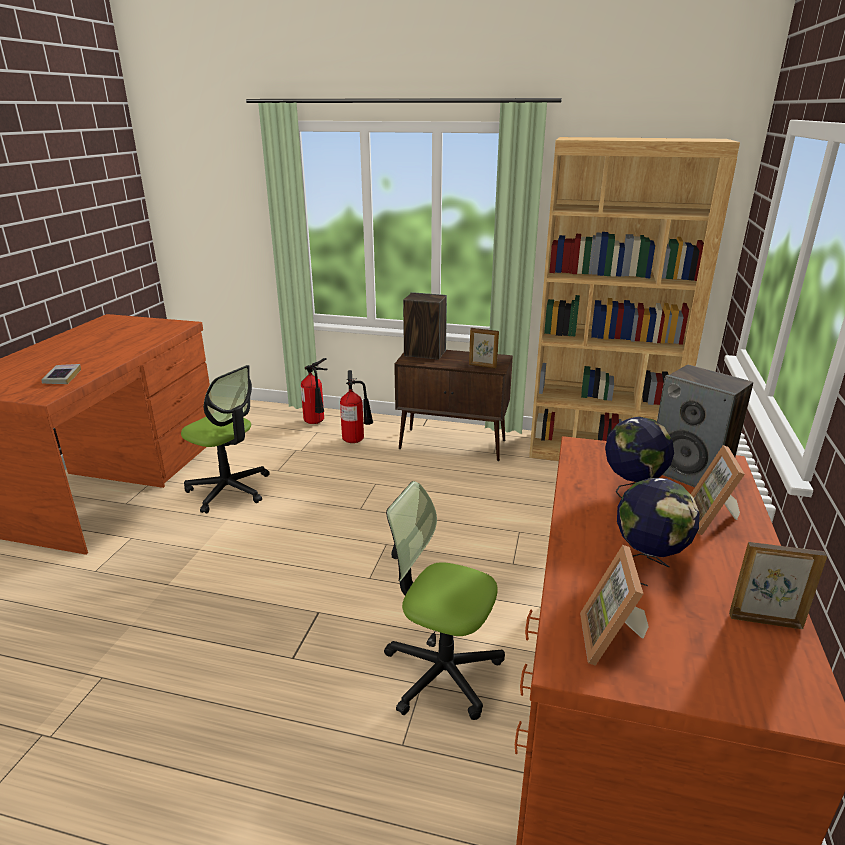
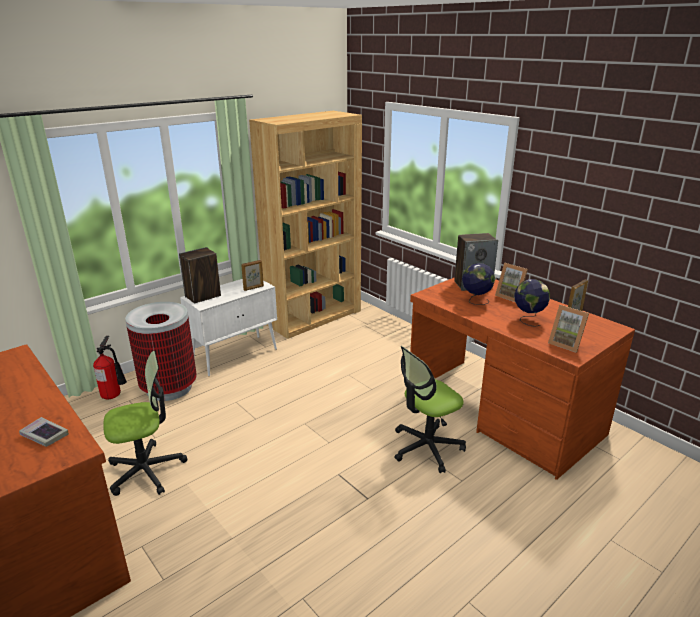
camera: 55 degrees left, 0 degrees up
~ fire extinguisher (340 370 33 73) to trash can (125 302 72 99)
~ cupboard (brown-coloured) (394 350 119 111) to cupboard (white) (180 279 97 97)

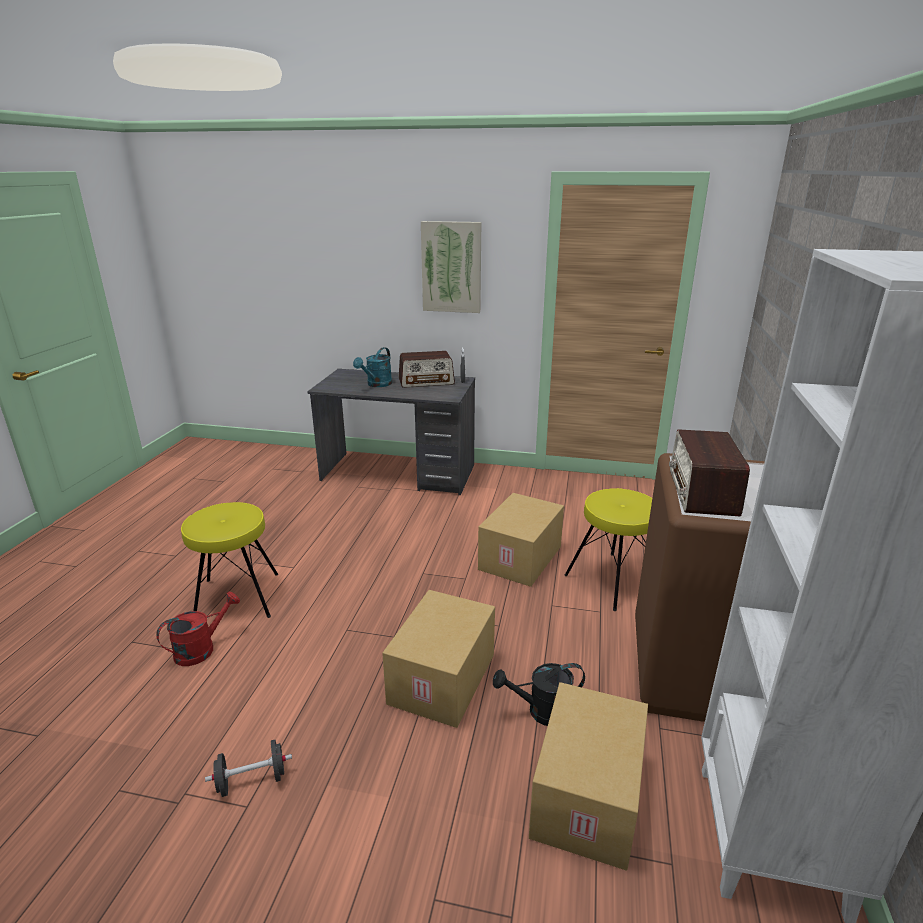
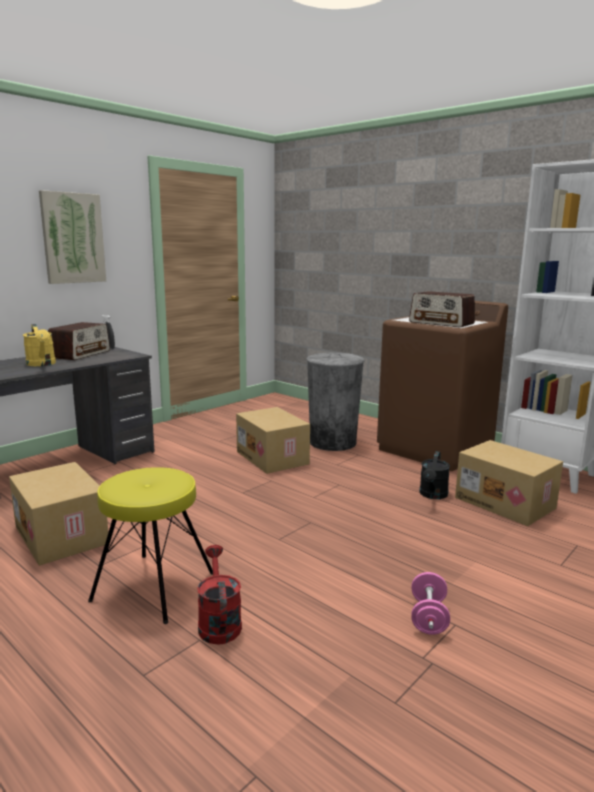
camera: 60 degrees left, 10 degrees down
~ free weight (black) (205 740 87 57) to free weight (pink-coloured) (411 572 39 63)
~ watering can (turquoise-coloured) (353 347 39 40) to watering can (yellowish) (23 324 33 42)
~ packing box (382 590 113 138) to (9 462 99 104)
~ stool seat (yellowish) (565 488 87 123) to trash can (gray) (306 352 59 99)

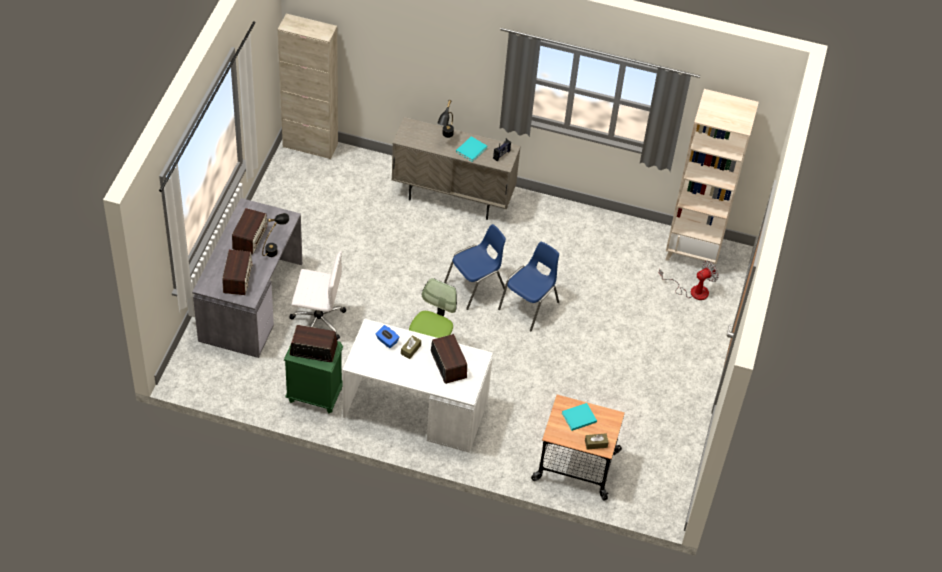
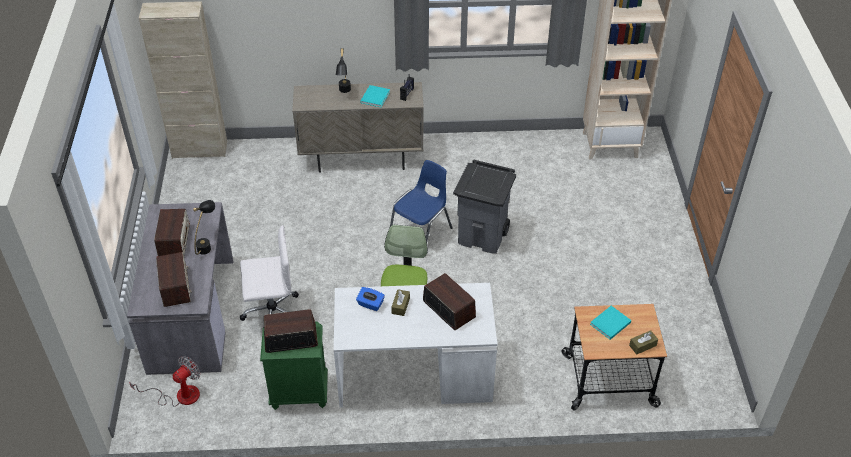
camera: 15 degrees left, 5 degrees down
~ chair (blue) (498 241 61 90) to trash can (gray) (453 159 63 95)
~ fan (659 261 60 39) to (129 356 71 51)

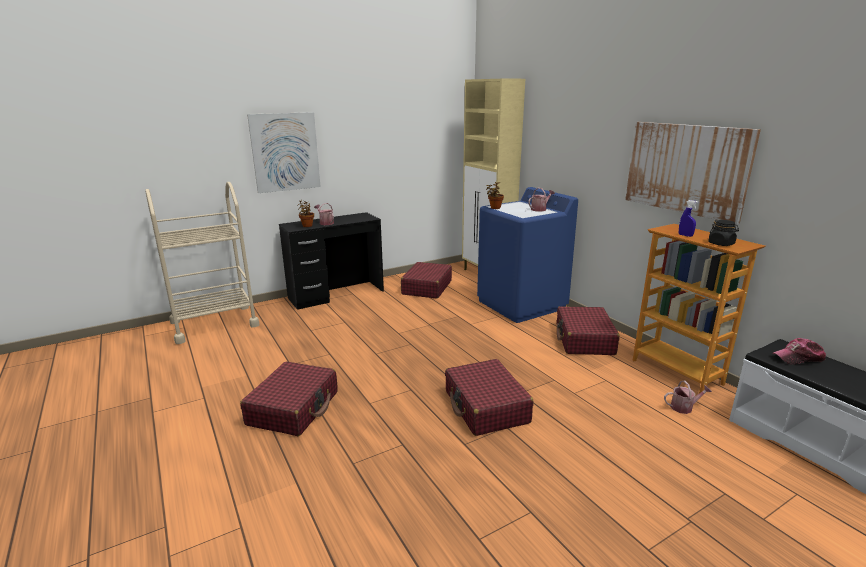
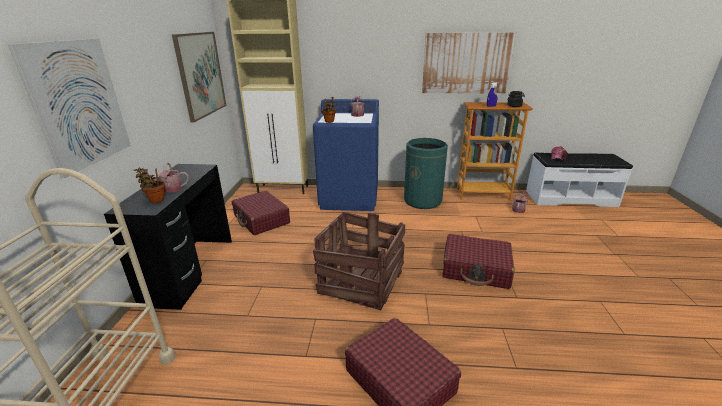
camera: 55 degrees left, 5 degrees up
~ travel case (red) (557 306 63 49) to trash can (green) (404 138 44 71)
+ picture (172 32 55 91)
+ packing crate (313 212 92 98)

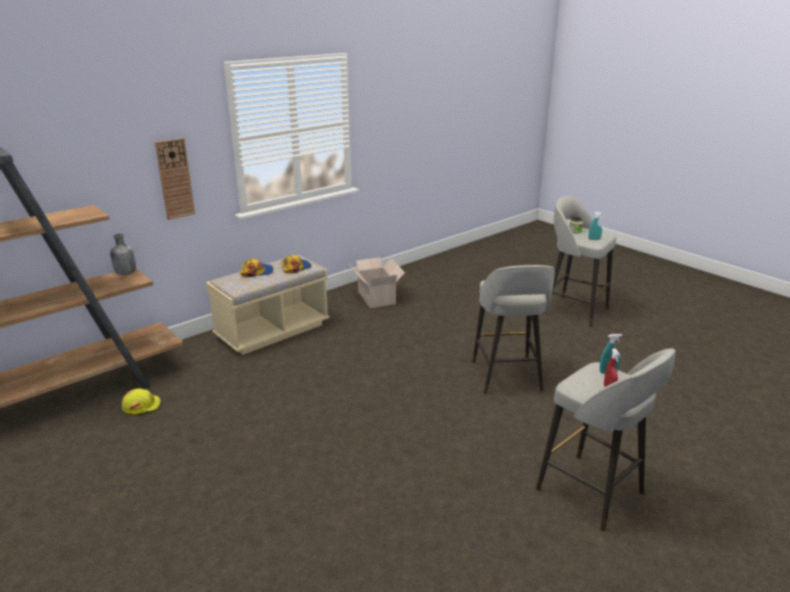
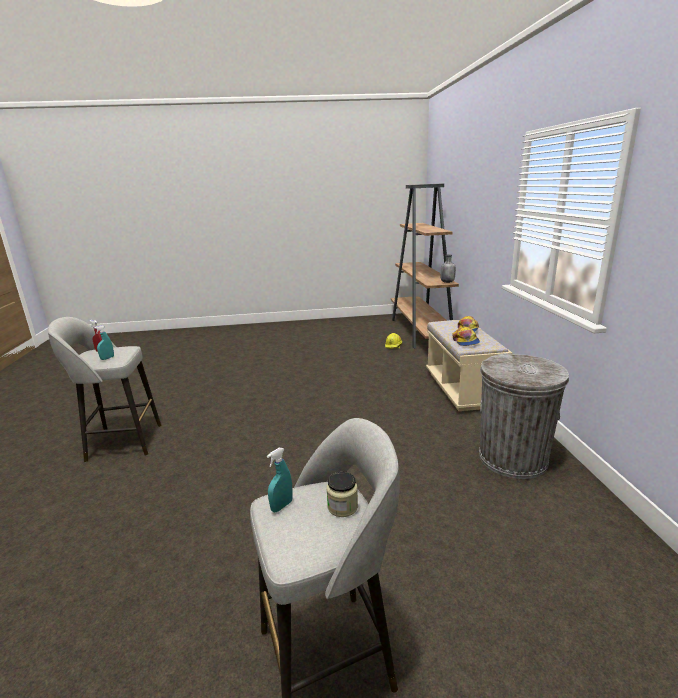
camera: 125 degrees right, 5 degrees down
- hanging clock (155 138 40 82)
~ packing box (350 257 55 51) to trash can (gray) (479 353 90 126)
- stool seat (gray) (472 265 83 129)

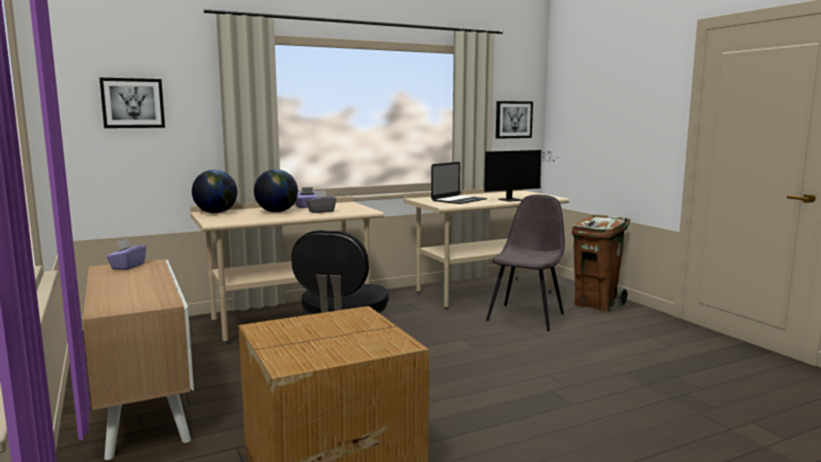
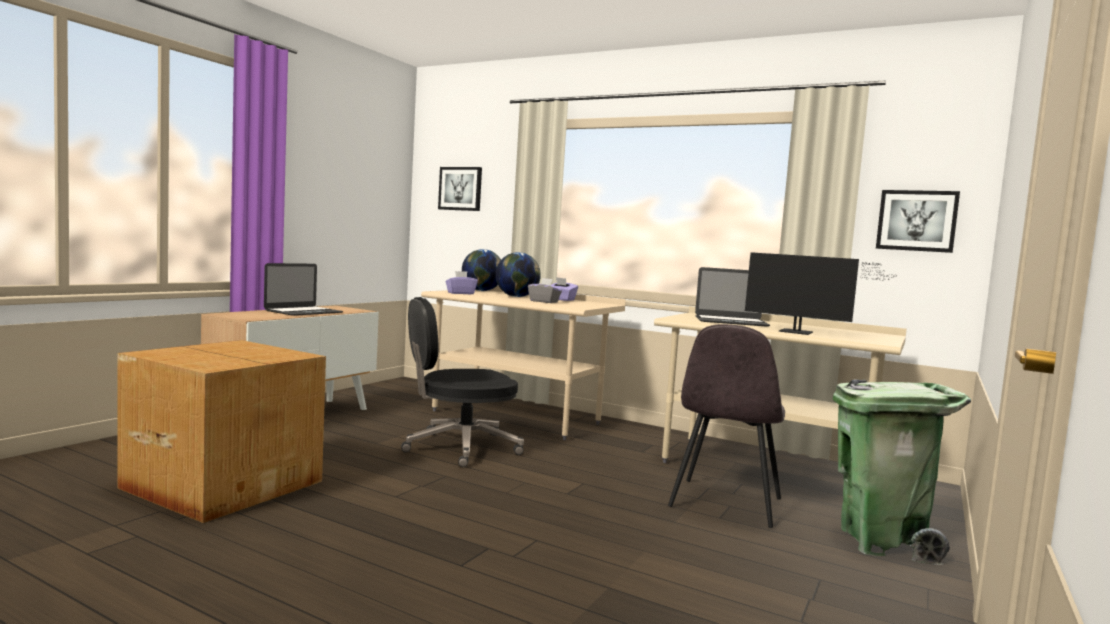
camera: 55 degrees right, 5 degrees down
~ tissue holder (purple) (107 238 39 32) to (446 271 32 23)
~ chair (gray) (486 195 79 136) = (668 324 117 204) 120 degrees clockwise
~ trash can (brown-coloured) (572 215 58 97) to trash can (green) (833 379 138 186)
+ portable computer (264 263 79 53)

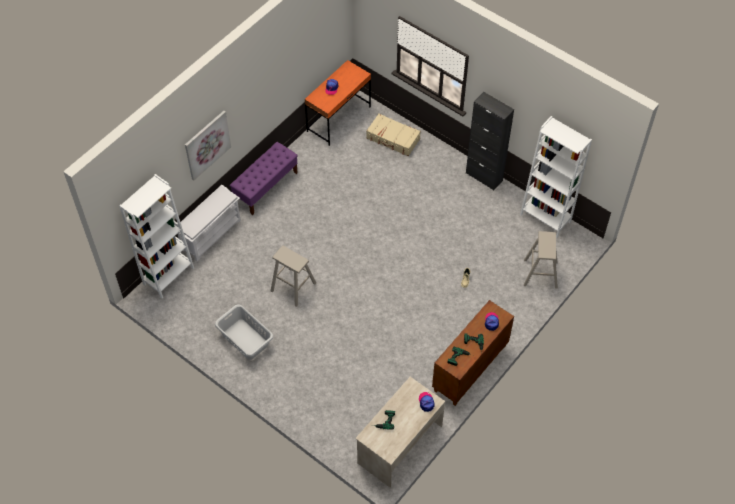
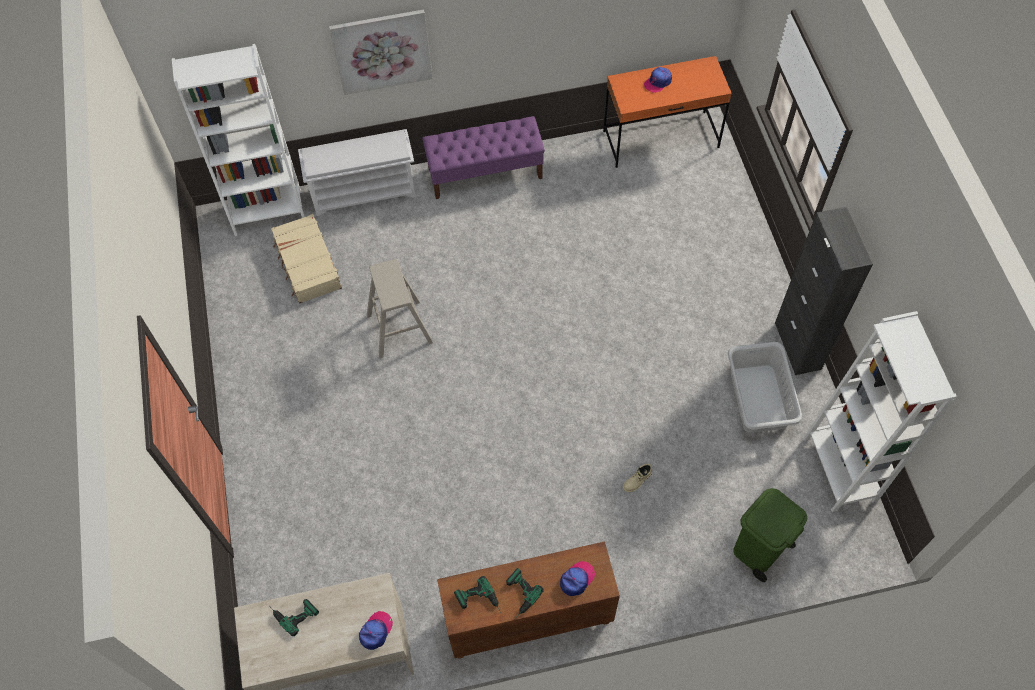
camera: 40 degrees right, 5 degrees up
~ hamper (gray) (215 304 59 56) to (728 342 74 91)
~ travel case (beige) (366 113 55 43) to (271 214 71 89)
~ stool seat (beige) (524 231 34 58) to trash can (green) (733 488 74 94)

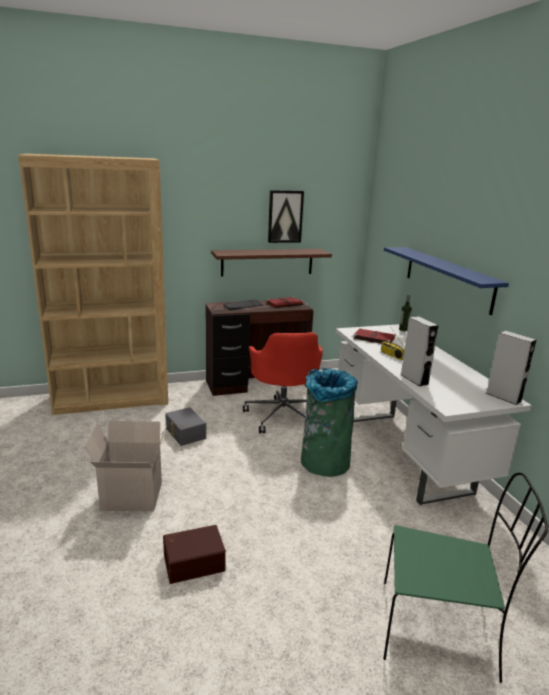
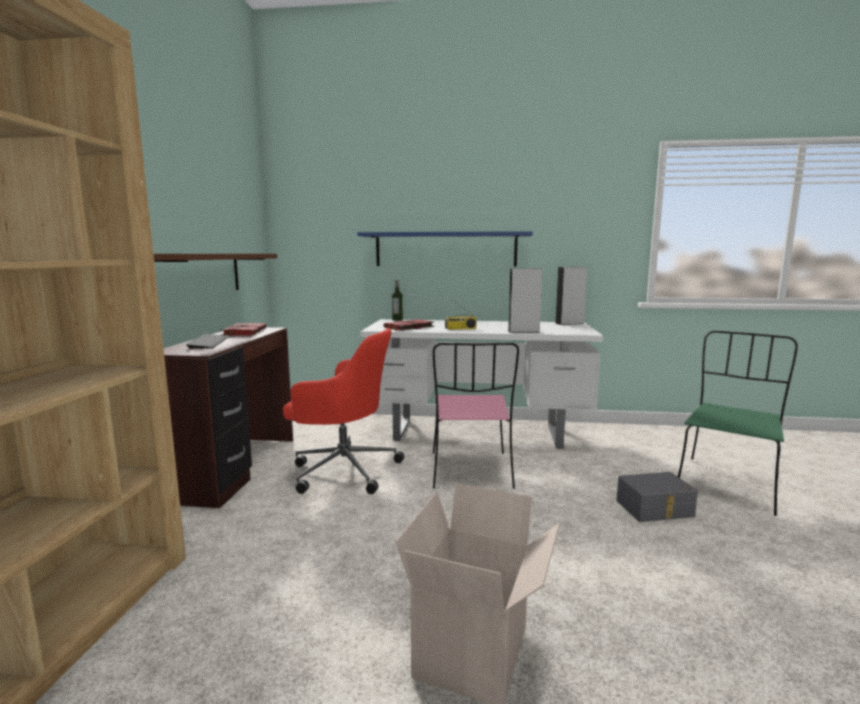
camera: 65 degrees left, 10 degrees down
- storage box (brown-coloured) (163 525 63 59)
~ storage box (gray) (165 407 41 39) to (616 472 82 50)
- picture (268 190 36 53)
~ trash can (green) (301 368 57 109) to chair (pink-coloured) (433 343 86 146)

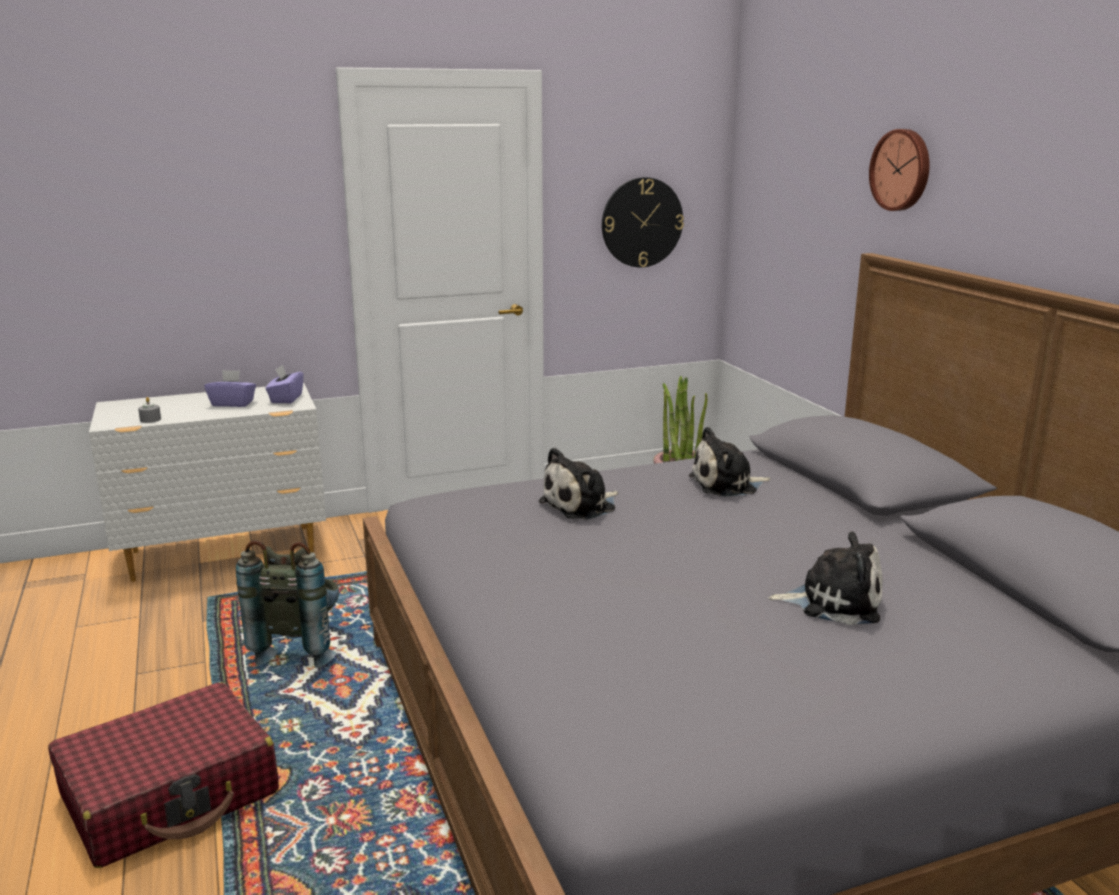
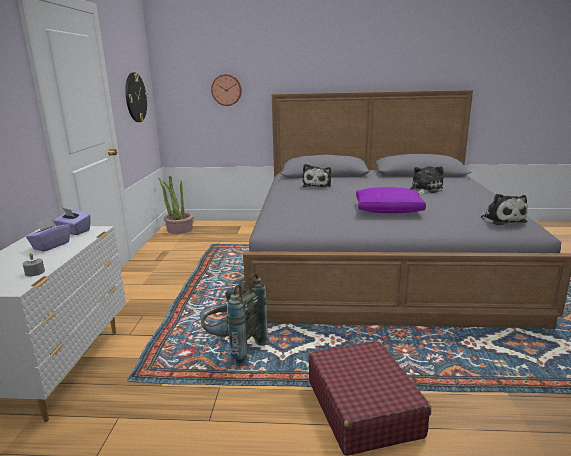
camera: 65 degrees left, 0 degrees up
~ plush toy (538 447 80 73) to (481 194 47 31)
~ hanging clock (869 129 61 82) to (211 74 31 32)
+ throw pillow (purple) (356 187 70 26)

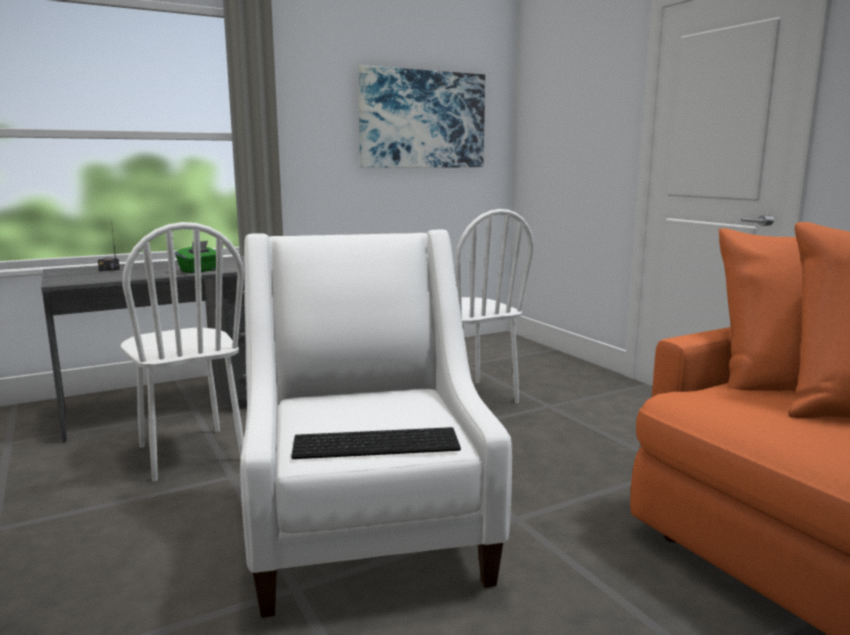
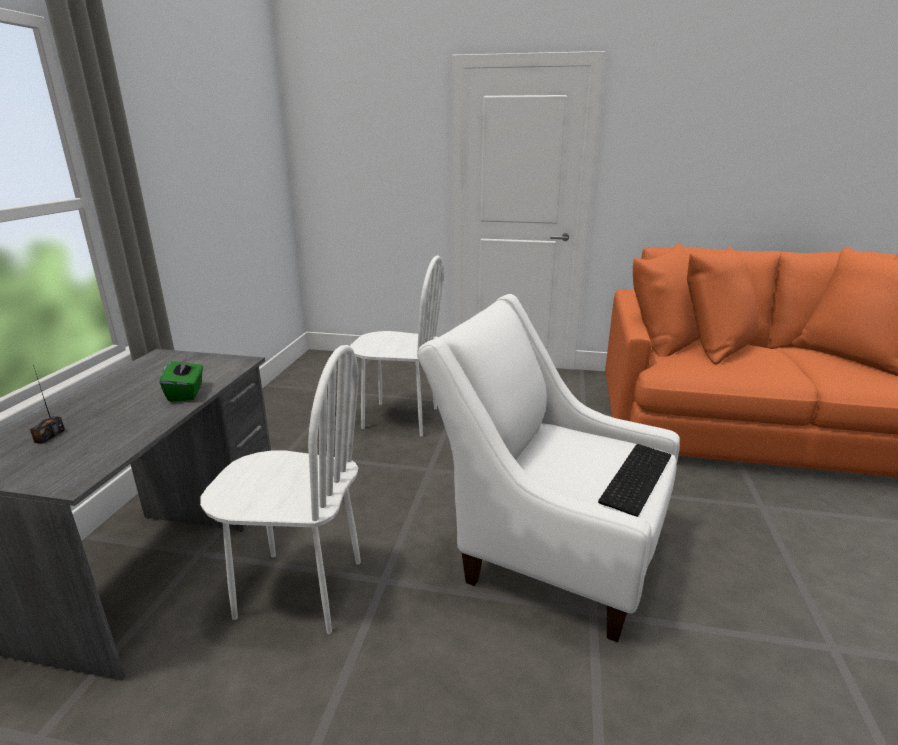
camera: 50 degrees left, 10 degrees up
- picture (358 65 127 103)

